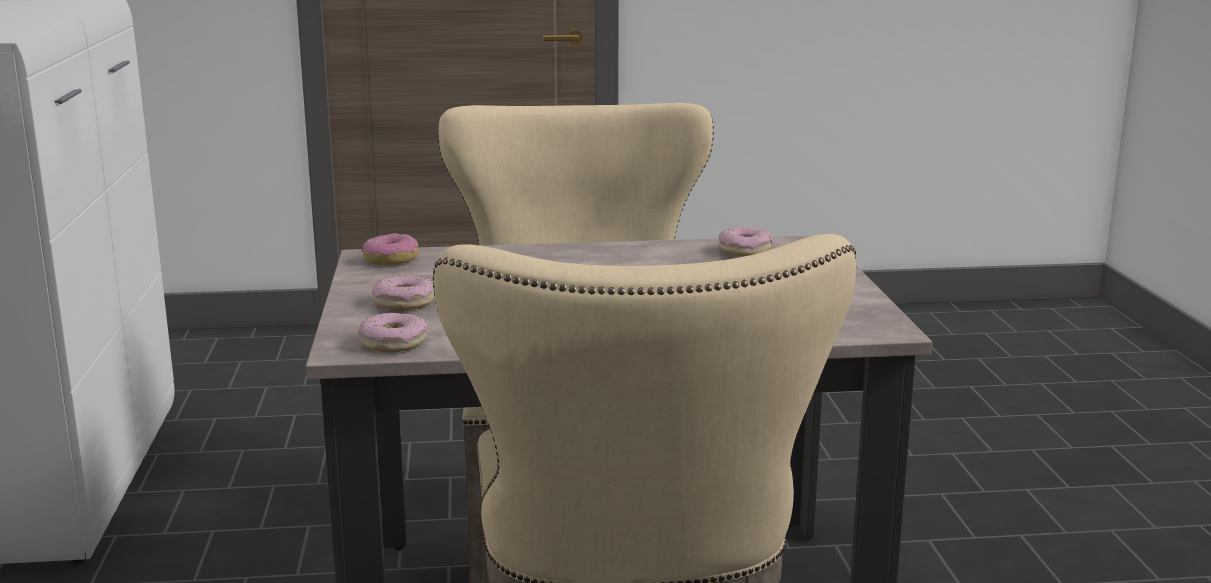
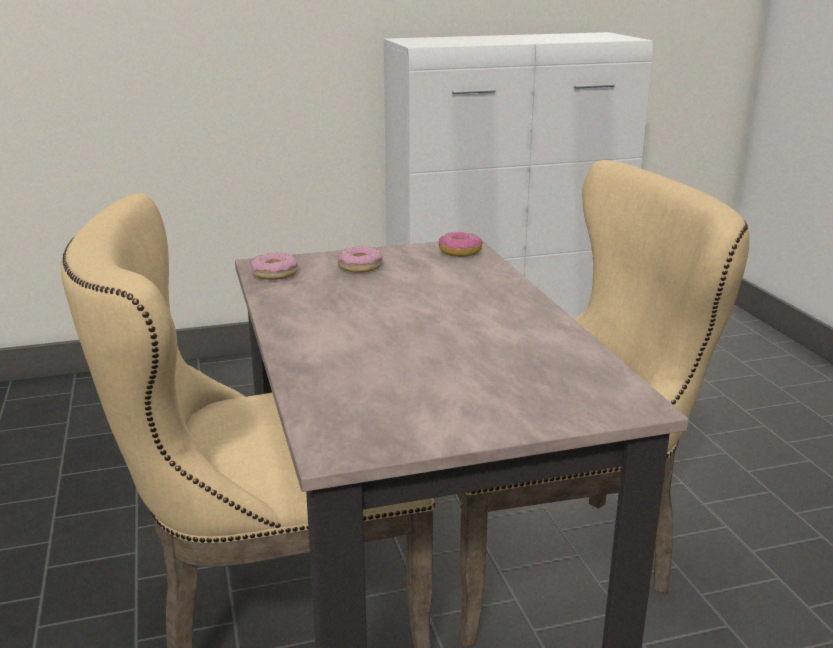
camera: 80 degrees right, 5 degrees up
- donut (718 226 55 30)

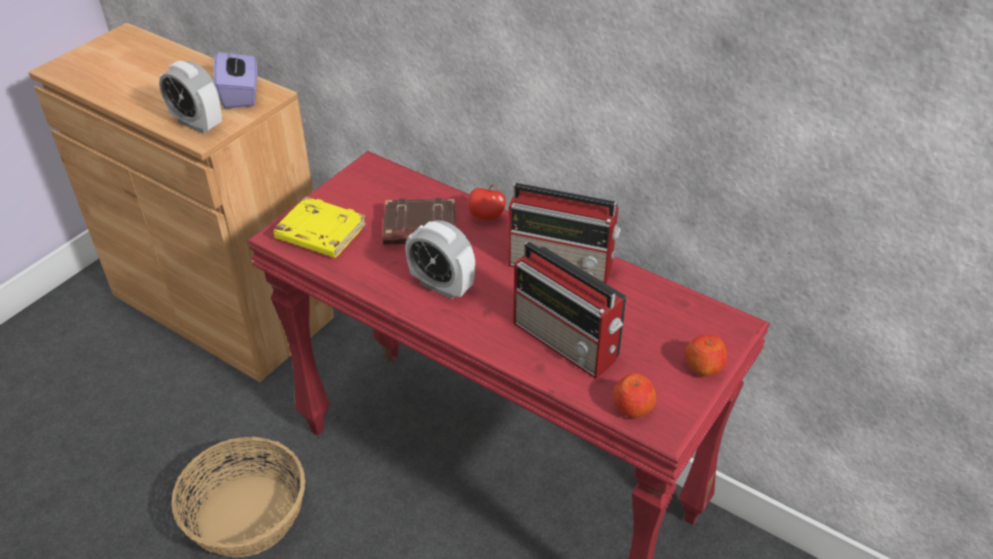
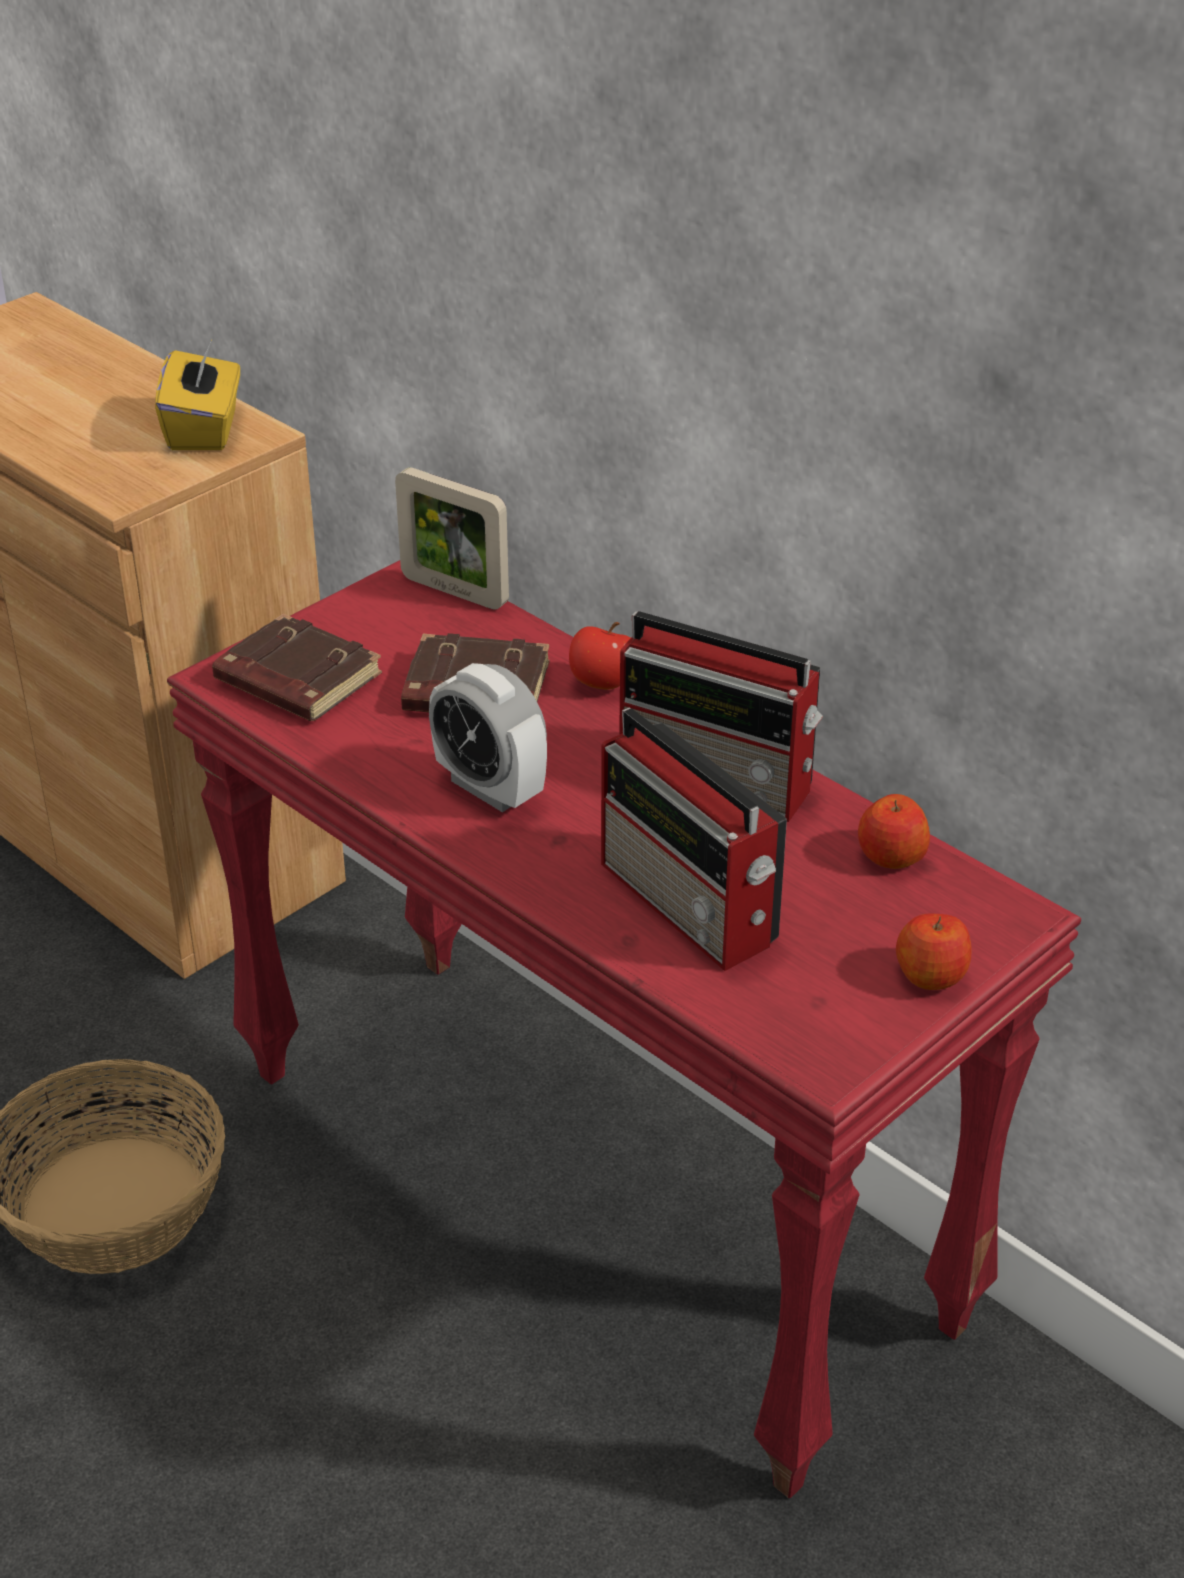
camera: 10 degrees right, 5 degrees down
- table clock (159 61 63 73)
~ tissue holder (purple) (213 46 44 63) to tissue holder (yellowish) (155 340 85 110)
~ volume (yellowish) (273 197 94 61) to volume (brown-coloured) (212 614 170 107)
~ apple fruit (613 373 43 45) to (858 794 72 75)
+ standing frame (395 467 114 143)

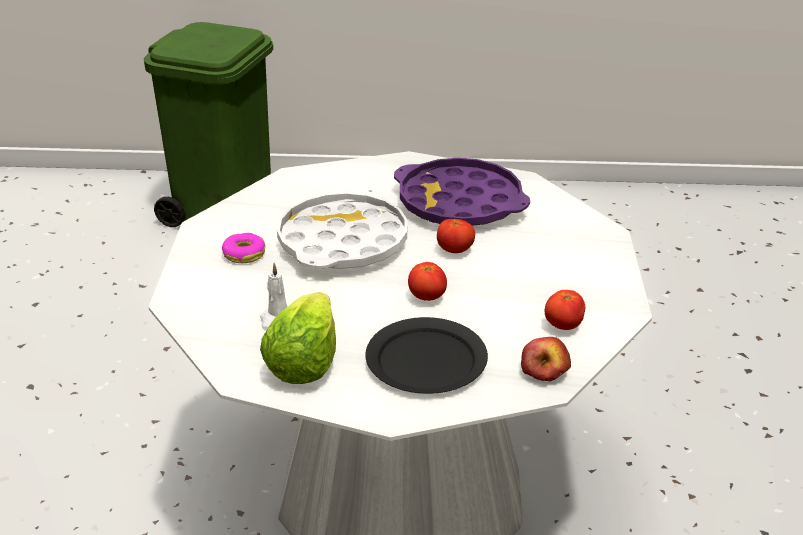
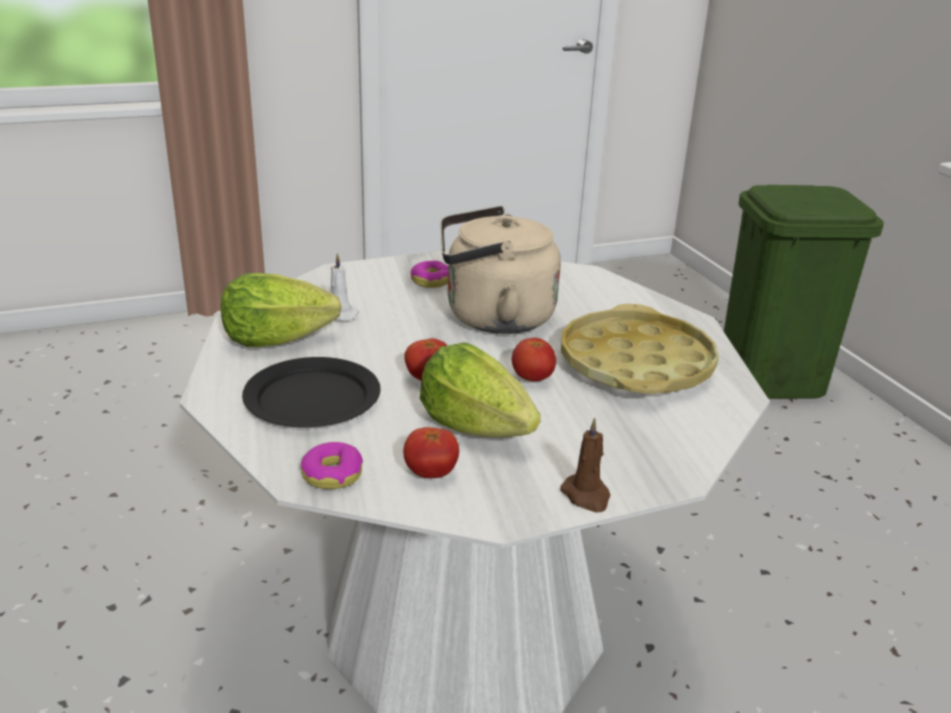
camera: 65 degrees right, 5 degrees down
~ carrying tray (white) (277 188 131 81) to water kettle (beige) (441 206 120 128)
~ carrying tray (purple) (394 158 136 68) to carrying tray (yellowish) (561 304 158 90)
~ apple fruit (521 337 50 45) to donut (301 442 62 47)
+ head of lettuce (420 342 121 95)
+ wax light (brown-coloured) (561 418 50 95)

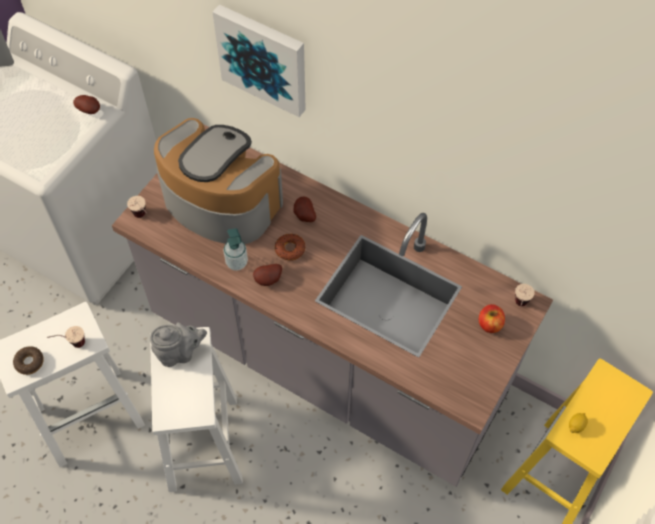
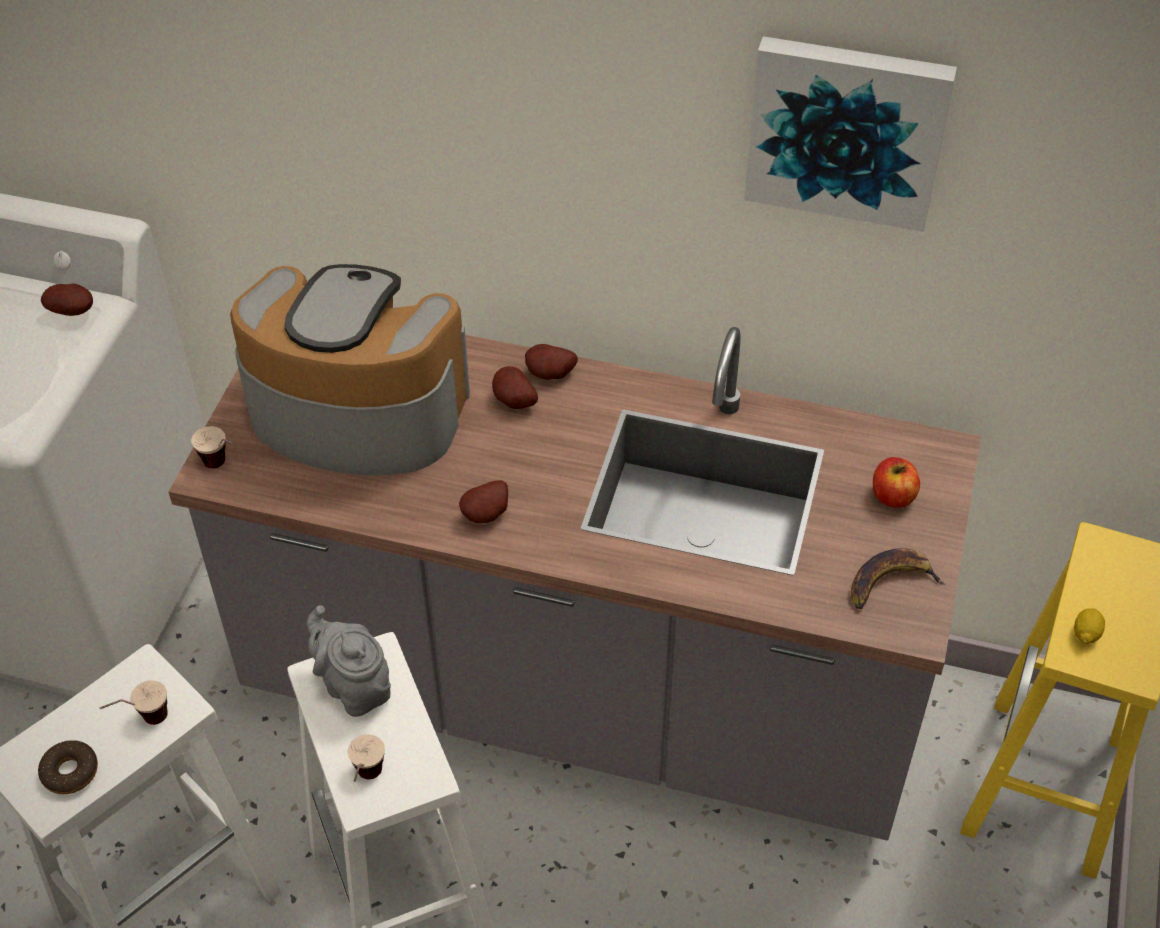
camera: 15 degrees left, 10 degrees down
~ teapot (gray) (150 322 57 45) = (307 605 84 112) 105 degrees counterclockwise
~ picture (212 4 94 113) to (744 36 213 196)
- liquid soap bottle (223 228 25 43)
- donut (275 234 30 26)
~ drinking cup (515 284 20 23) to (348 734 37 48)
+ whole potato (525 344 53 36)
+ banana (851 548 94 61)

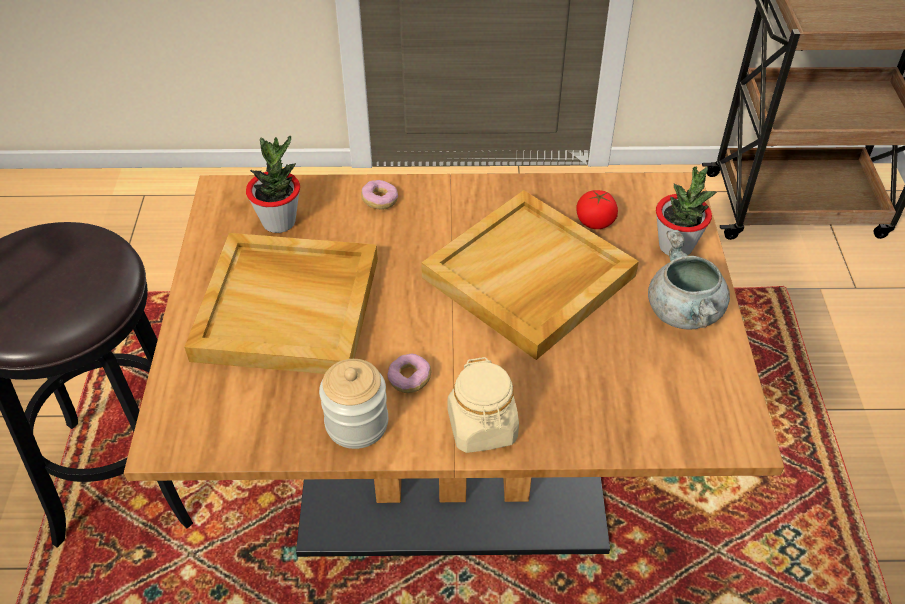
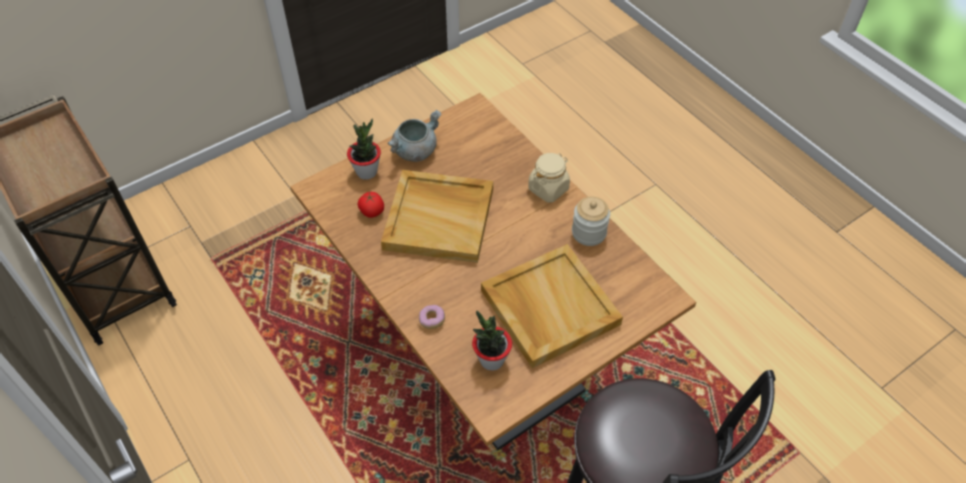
camera: 125 degrees left, 5 degrees up
- donut (388 354 44 39)

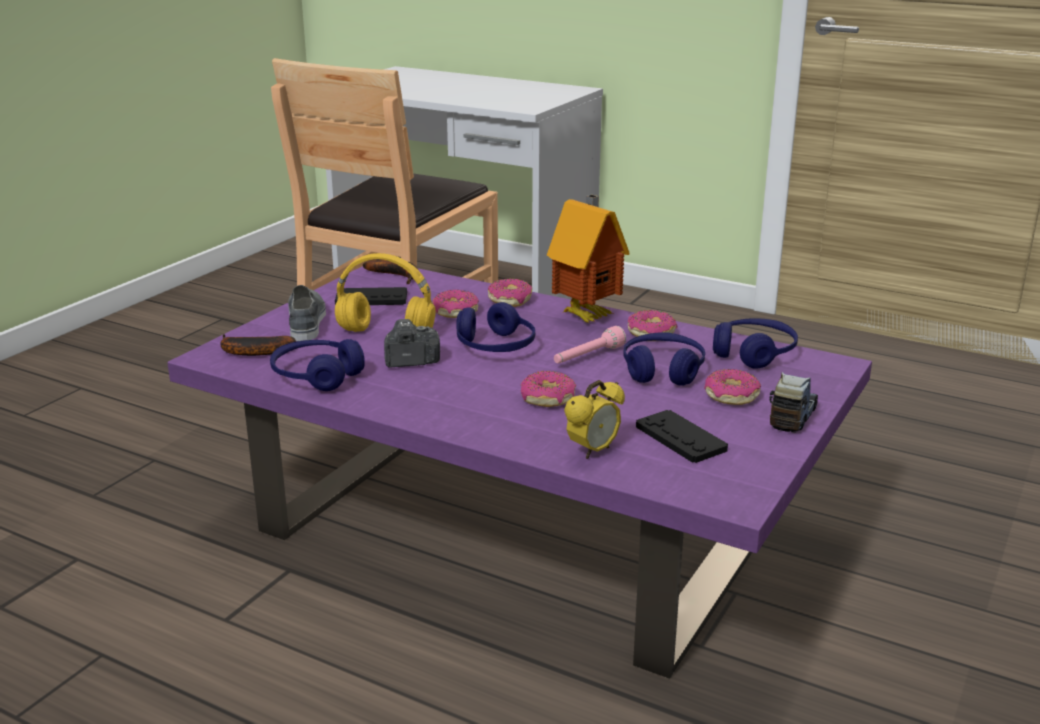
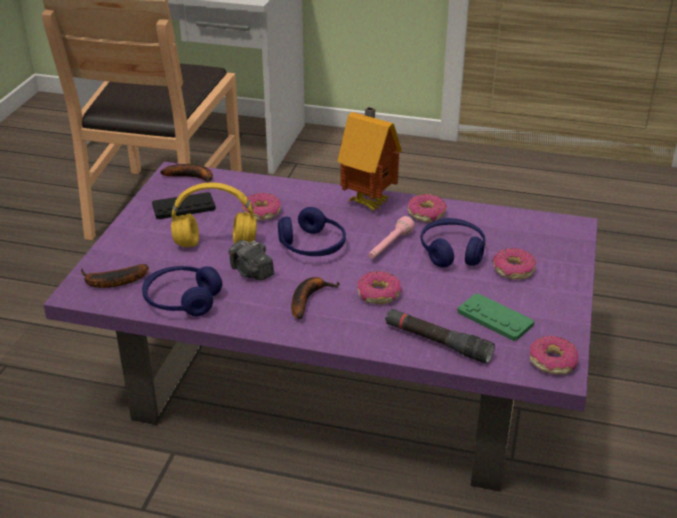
camera: 15 degrees left, 10 degrees up
- shoe (gray) (288 285 38 56)
~ still camera (384 319 56 49) = (228 240 46 40) 105 degrees counterclockwise
~ donut (488 279 44 28) to (529 336 50 38)
~ table clock (564 380 61 79) to flashlight (black) (385 308 110 56)
~ game controller (black) (636 410 92 53) to game controller (green) (457 293 77 48)
- headset (blue) (713 318 85 51)
- toy truck (770 372 48 61)
+ banana (291 277 49 42)

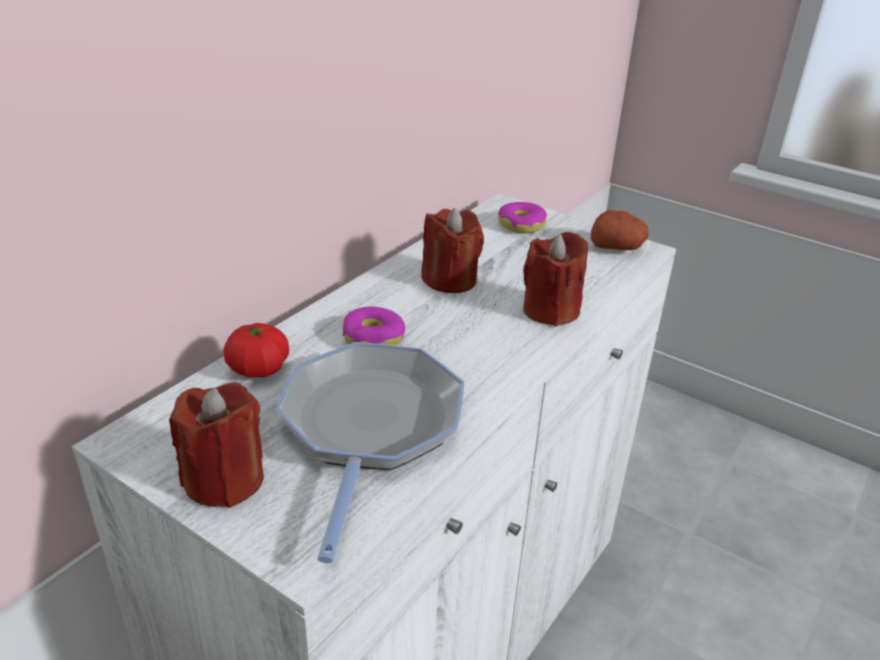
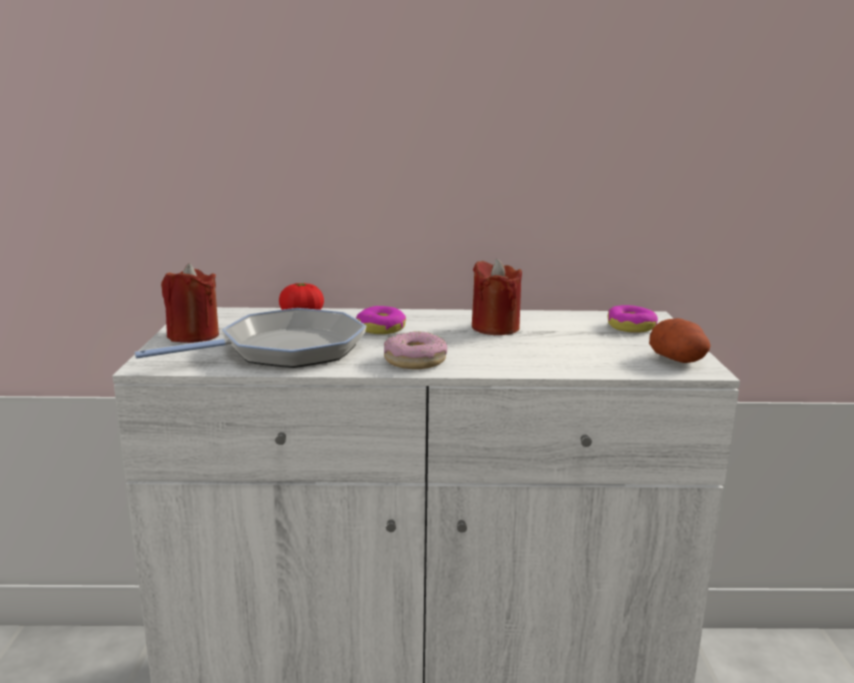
camera: 55 degrees right, 15 degrees down
- wax light (red) (523 232 65 95)
+ donut (384 331 63 38)

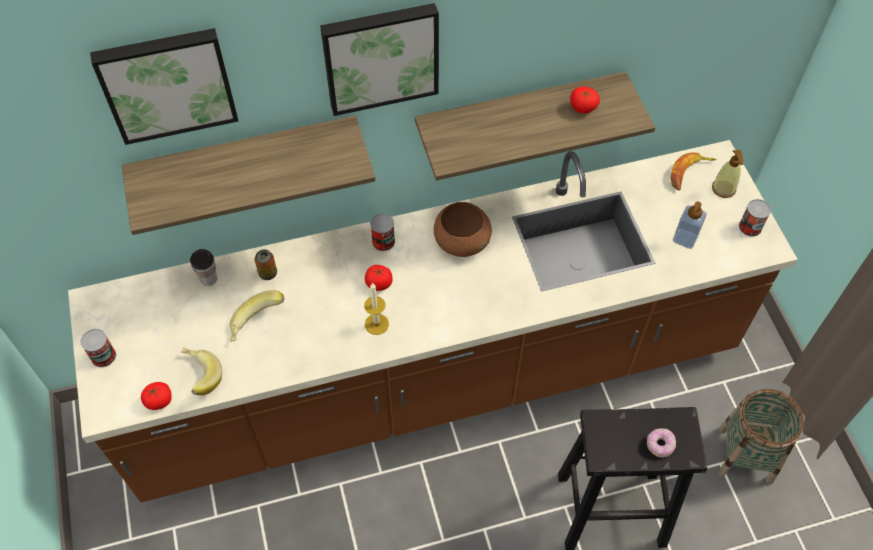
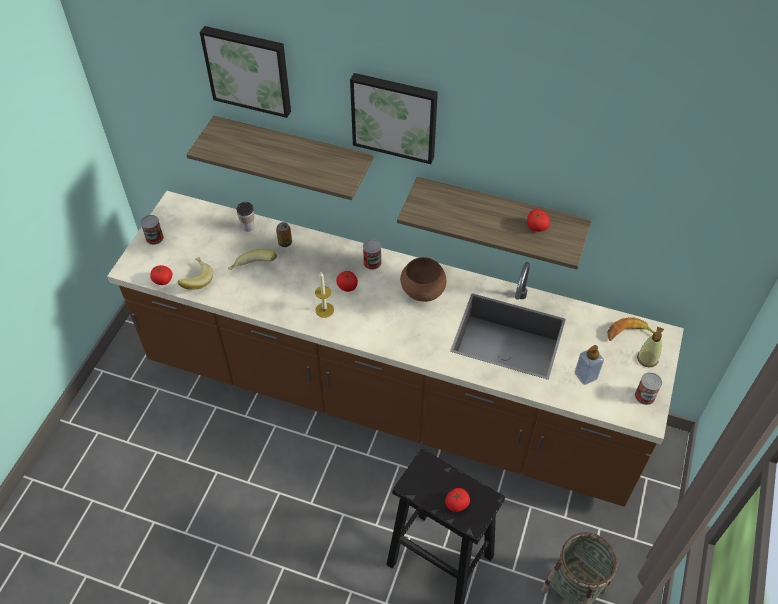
camera: 35 degrees right, 5 degrees down
~ donut (647 428 29 29) to whole tomato (445 488 25 24)

